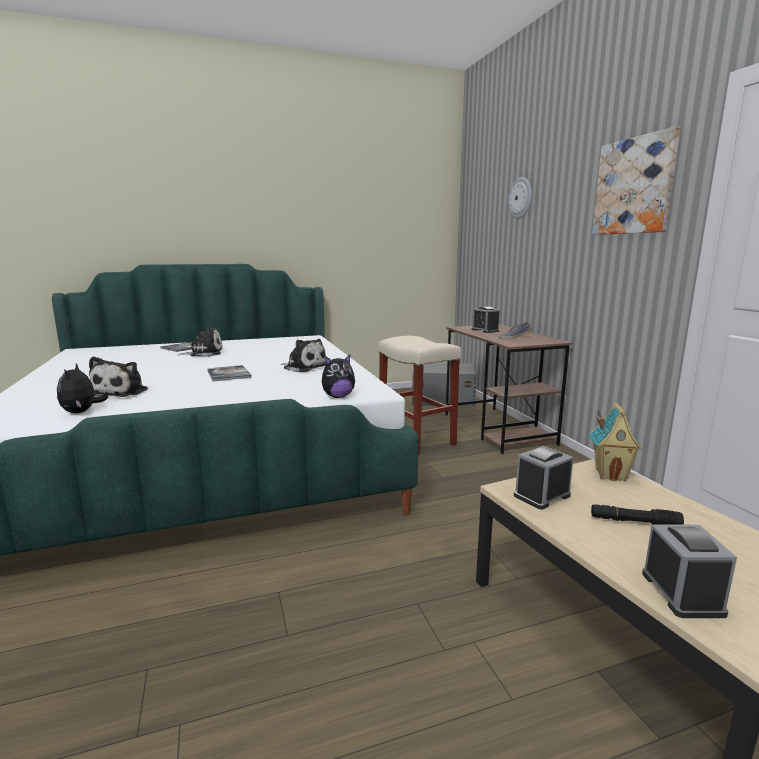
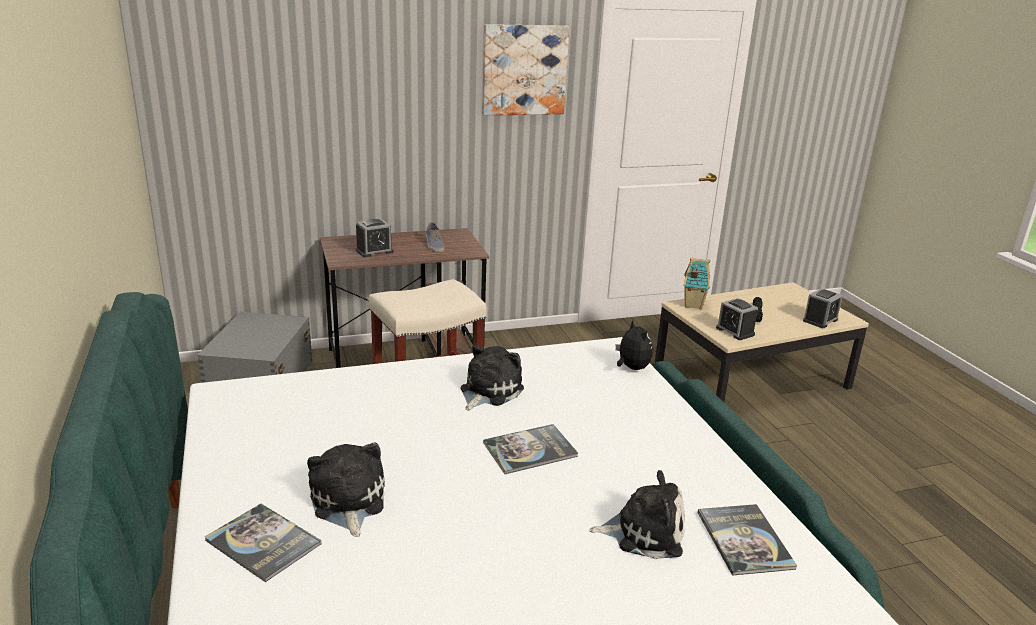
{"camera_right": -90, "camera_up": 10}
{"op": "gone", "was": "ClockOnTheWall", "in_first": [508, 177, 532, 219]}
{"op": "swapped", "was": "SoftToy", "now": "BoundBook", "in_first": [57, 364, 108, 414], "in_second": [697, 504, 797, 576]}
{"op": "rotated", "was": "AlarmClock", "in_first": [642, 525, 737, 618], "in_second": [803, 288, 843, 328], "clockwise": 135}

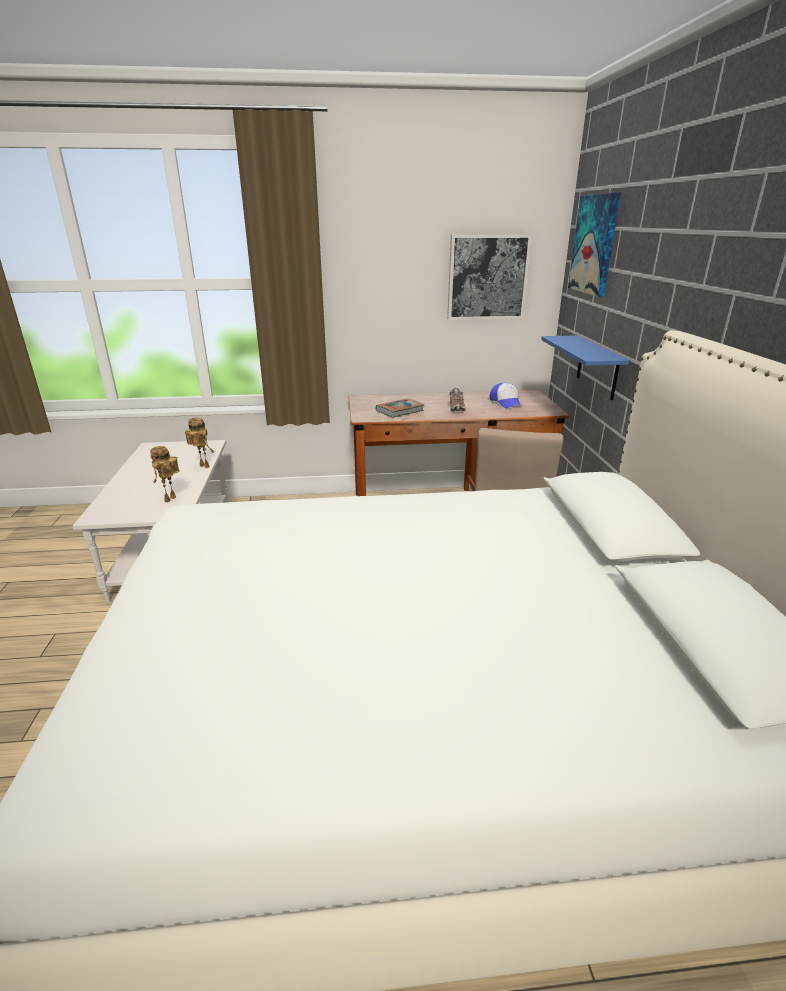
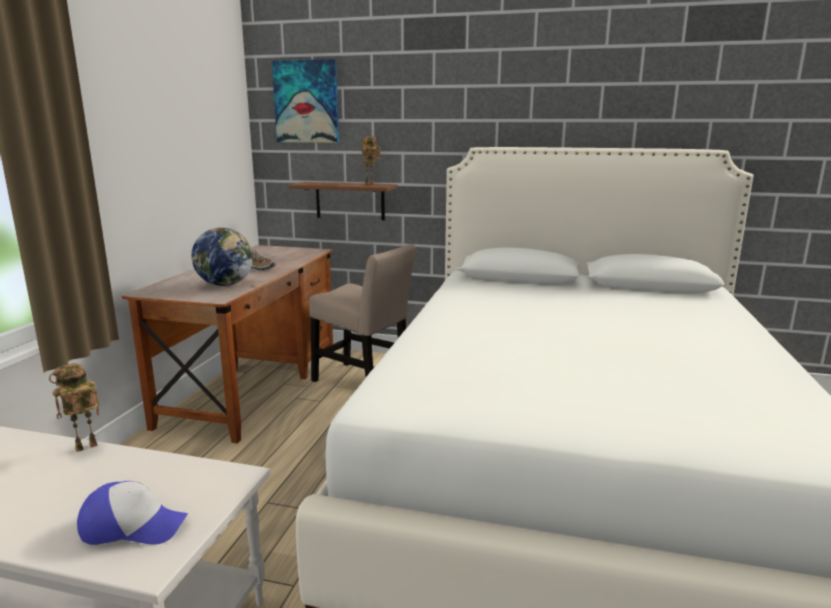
{"camera_right": -70, "camera_up": -10}
{"op": "gone", "was": "WallArt", "in_first": [447, 234, 532, 320]}
{"op": "repainted", "was": "BlueShelf", "now": "BrownShelf", "in_first": [541, 335, 629, 400], "in_second": [289, 182, 397, 220]}
{"op": "shifted", "was": "BaseballCap", "in_first": [490, 383, 521, 408], "in_second": [77, 481, 188, 545]}
{"op": "swapped", "was": "BoundBook", "now": "WorldGlobe", "in_first": [376, 398, 424, 418], "in_second": [191, 228, 253, 286]}
{"op": "shifted", "was": "ModelRobot", "in_first": [150, 446, 180, 502], "in_second": [359, 136, 381, 185]}

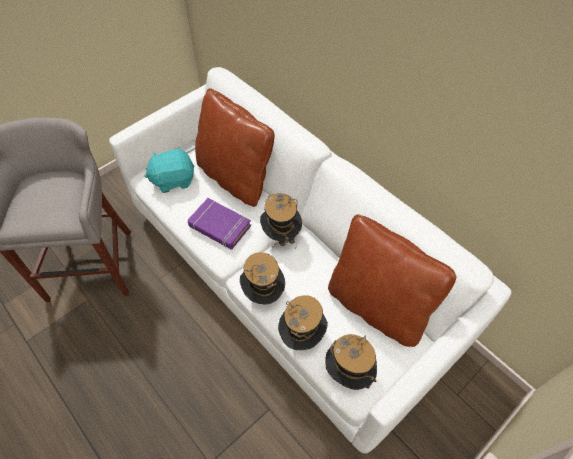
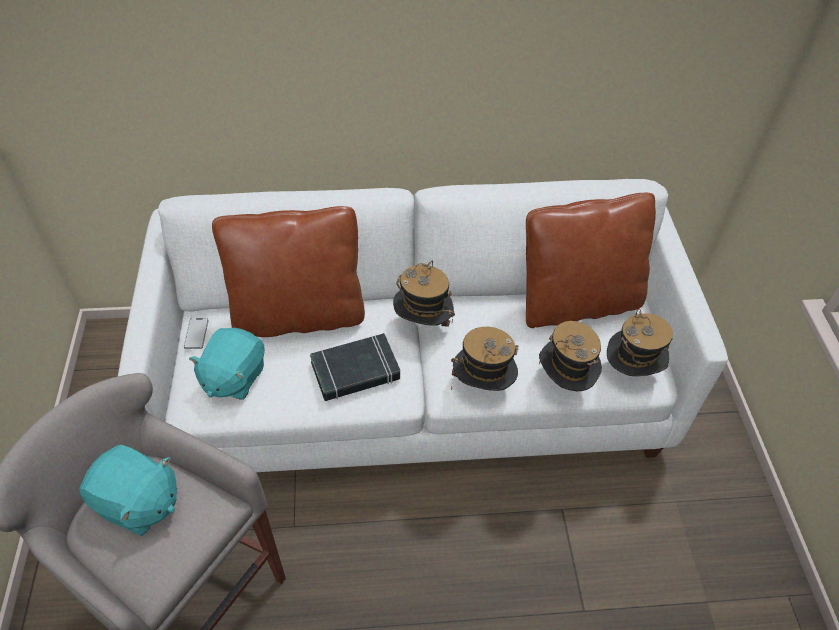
{"camera_right": -55, "camera_up": -5}
{"op": "repainted", "was": "PurpleBoundBook", "now": "BlackishBoundBook", "in_first": [187, 198, 251, 250], "in_second": [310, 333, 400, 401]}
{"op": "new", "now": "BlueGreenSoftToy", "in_second": [79, 445, 177, 536]}

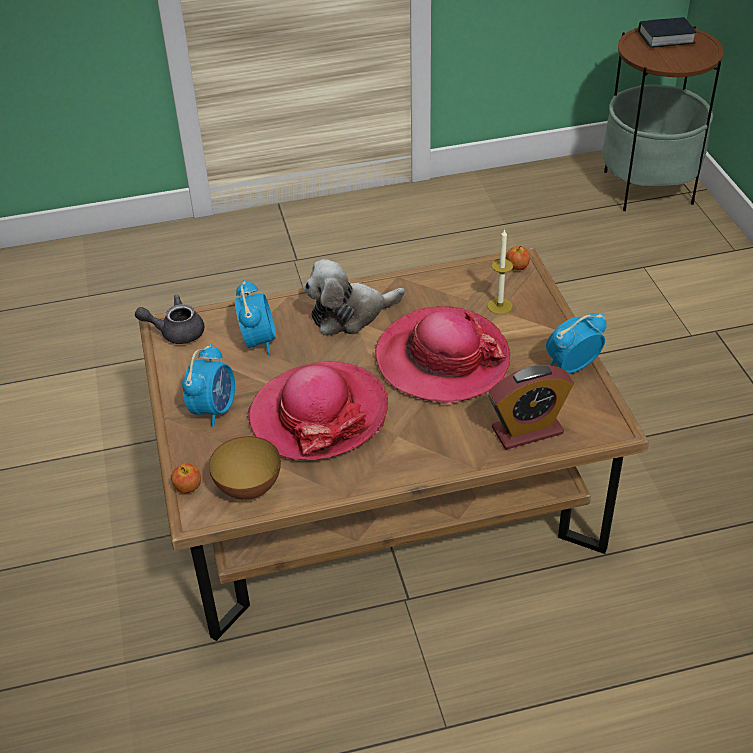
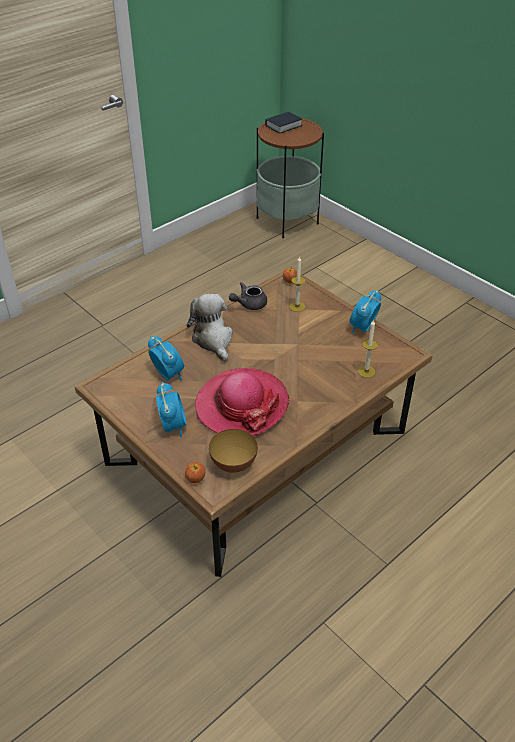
{"camera_right": -30, "camera_up": 0}
{"op": "rotated", "was": "SoftToy", "in_first": [304, 259, 405, 336], "in_second": [187, 294, 233, 362], "clockwise": 120}
{"op": "shifted", "was": "GreyPotForTea", "in_first": [135, 295, 204, 344], "in_second": [229, 282, 267, 310]}
{"op": "gone", "was": "WearableHat", "in_first": [375, 306, 510, 404]}
{"op": "swapped", "was": "AlarmClock", "now": "Candle", "in_first": [488, 365, 574, 450], "in_second": [358, 320, 378, 378]}

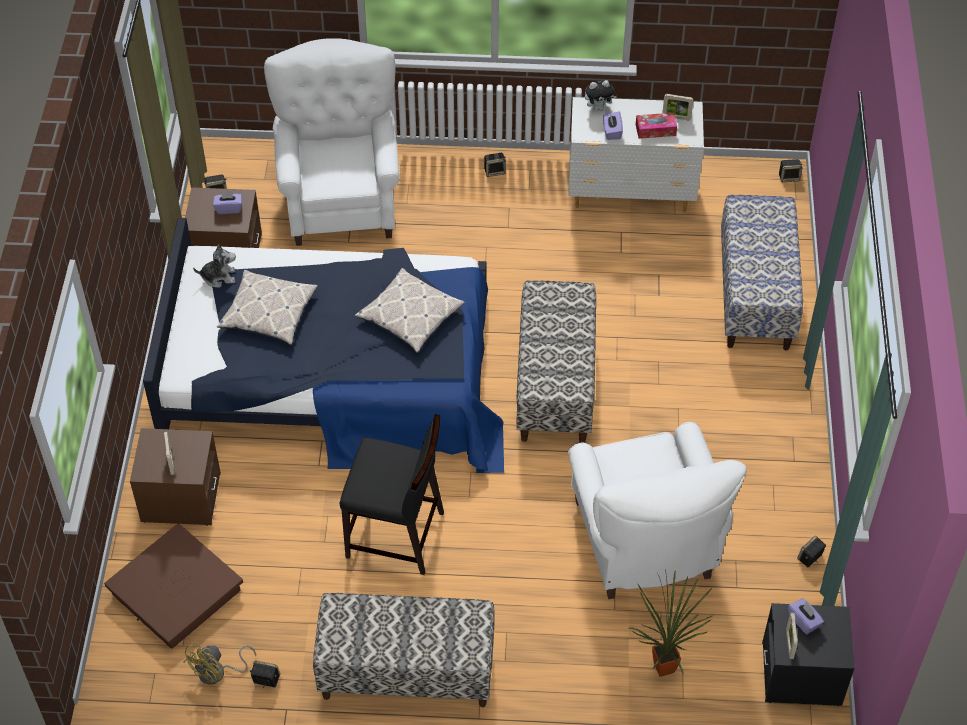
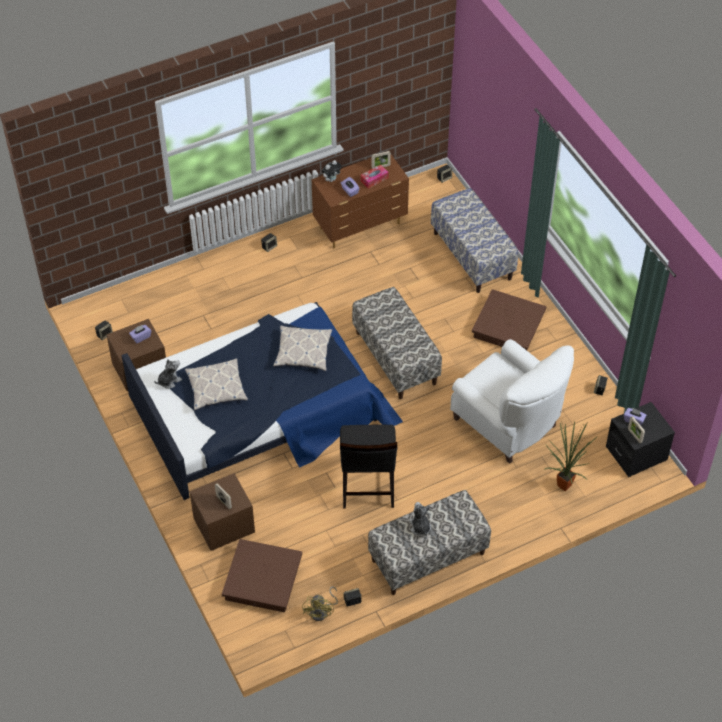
{"camera_right": -30, "camera_up": 0}
{"op": "gone", "was": "WhiteEasyChair", "in_first": [264, 38, 399, 246]}
{"op": "repainted", "was": "WhiteDrawerChest", "now": "BrownDrawerChest", "in_first": [568, 97, 704, 212], "in_second": [312, 155, 409, 248]}
{"op": "rotated", "was": "BlackishUprightChair", "in_first": [340, 414, 444, 575], "in_second": [340, 425, 397, 509], "clockwise": 105}
{"op": "new", "now": "BrownStorageBox", "in_second": [472, 289, 546, 350]}
{"op": "new", "now": "SoftToy", "in_second": [409, 502, 431, 536]}

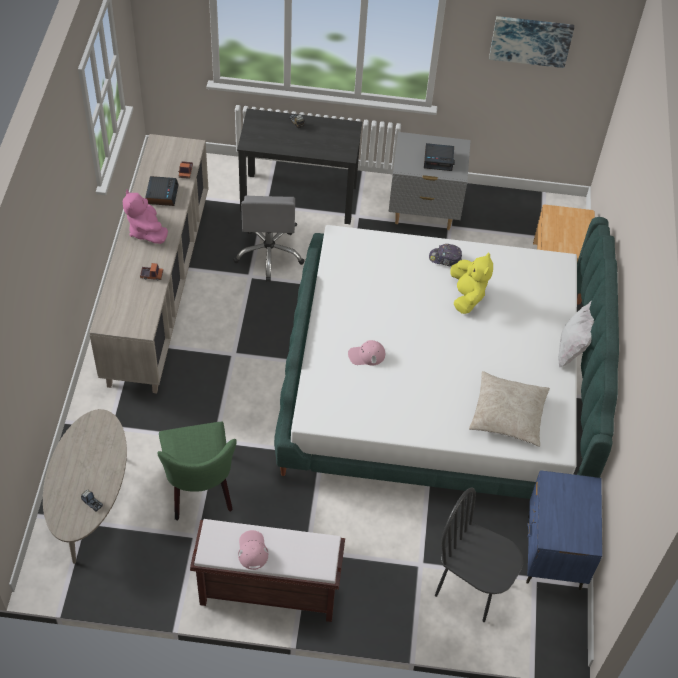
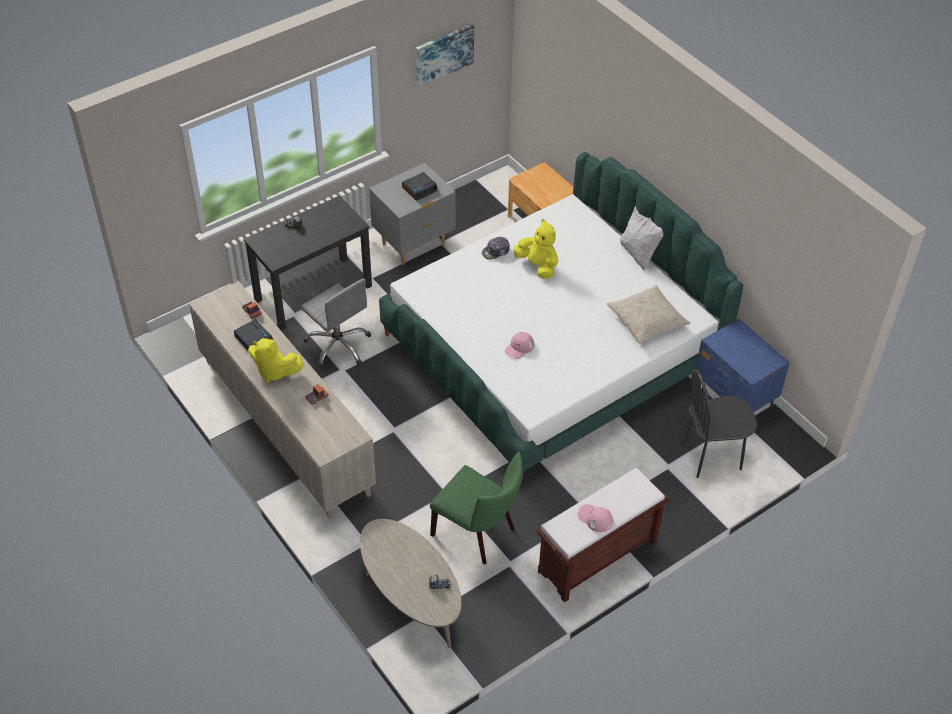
{"camera_right": -40, "camera_up": -5}
{"op": "repainted", "was": "PinkColouredSoftToy", "now": "YellowColouredSoftToy", "in_first": [123, 189, 168, 244], "in_second": [248, 338, 304, 383]}

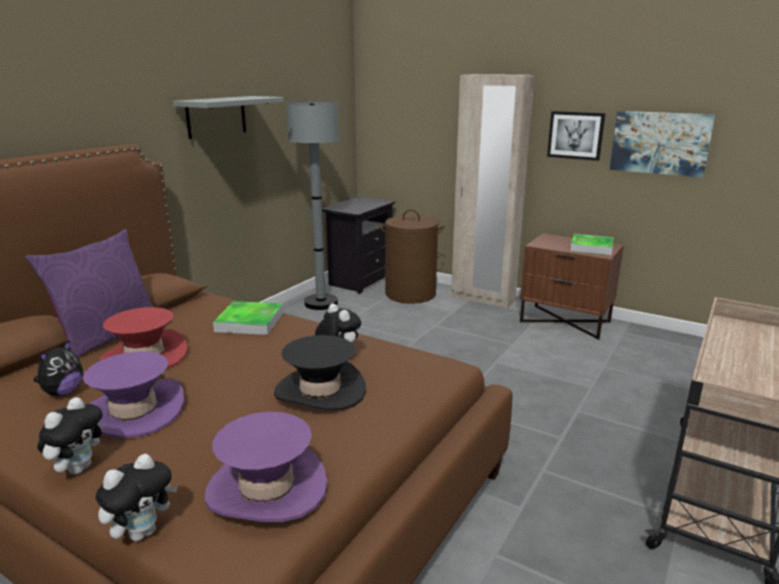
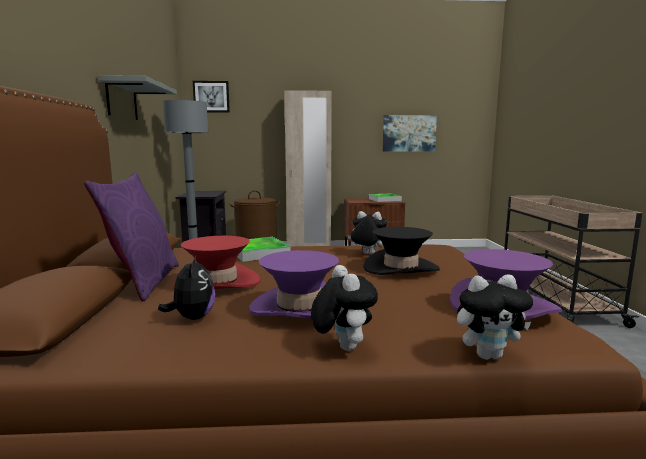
{"camera_right": -35, "camera_up": -10}
{"op": "shifted", "was": "WallArt", "in_first": [547, 111, 605, 161], "in_second": [193, 81, 230, 113]}
{"op": "rotated", "was": "SoftToy", "in_first": [95, 454, 178, 541], "in_second": [457, 275, 533, 360], "clockwise": 75}

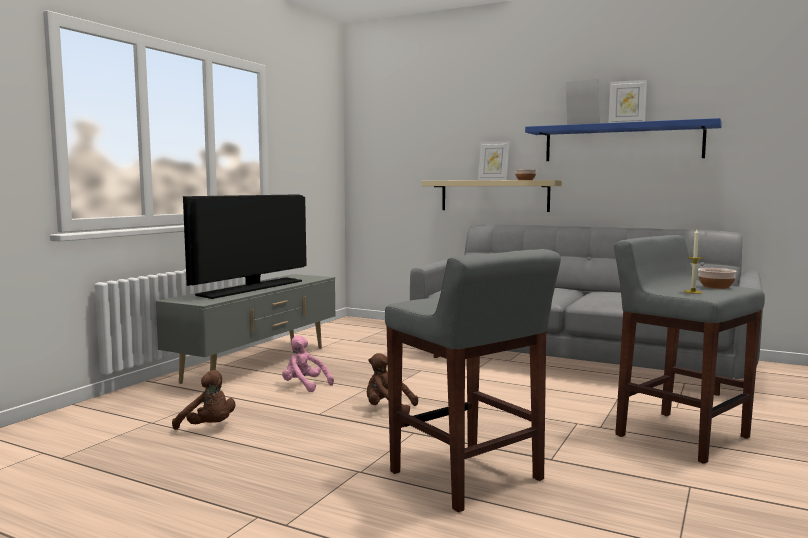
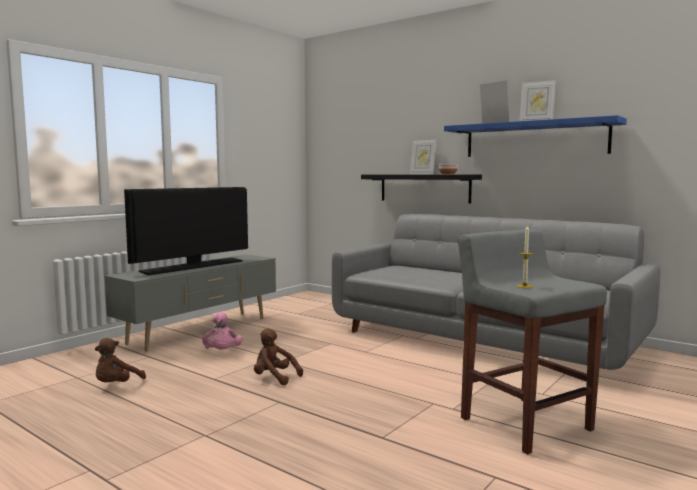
{"camera_right": 10, "camera_up": 0}
{"op": "repainted", "was": "SandColouredShelf", "now": "BlackishShelf", "in_first": [422, 180, 562, 212], "in_second": [361, 174, 482, 203]}
{"op": "gone", "was": "GreyStool", "in_first": [385, 249, 561, 513]}
{"op": "gone", "was": "Bowl", "in_first": [698, 268, 737, 289]}
{"op": "rotated", "was": "PinkColouredSoftToy", "in_first": [282, 335, 334, 392], "in_second": [202, 312, 243, 349], "clockwise": -150}
{"op": "rotated", "was": "BrownSoftToy", "in_first": [172, 370, 235, 430], "in_second": [95, 338, 146, 382], "clockwise": 75}

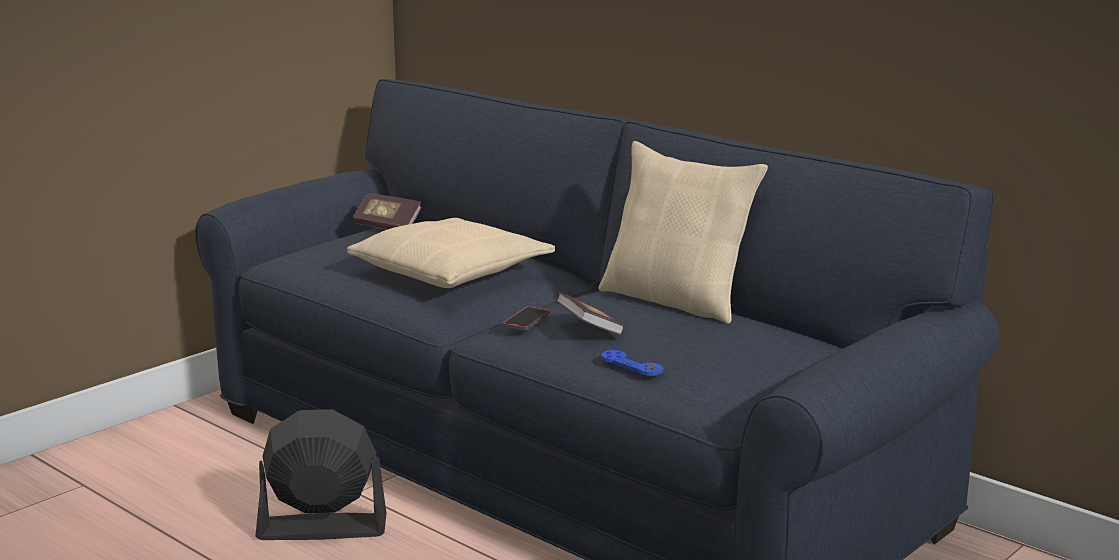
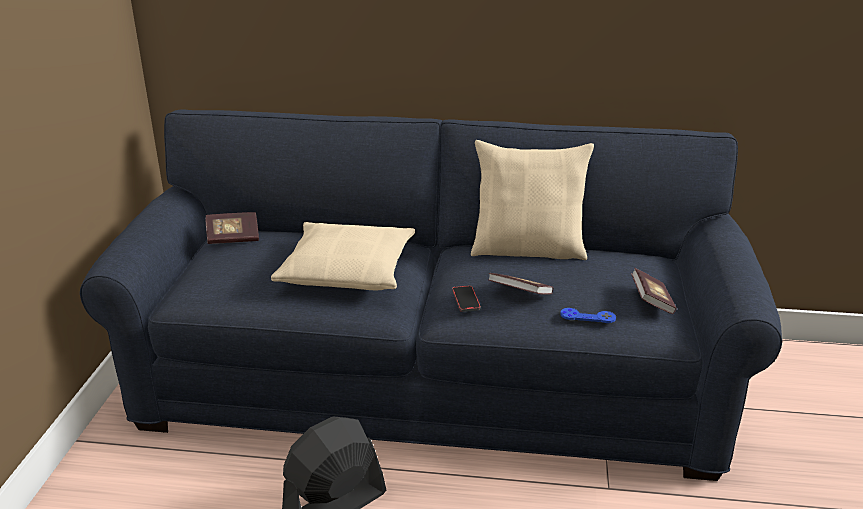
{"camera_right": -35, "camera_up": 10}
{"op": "new", "now": "BoundBook", "in_second": [631, 268, 677, 314]}

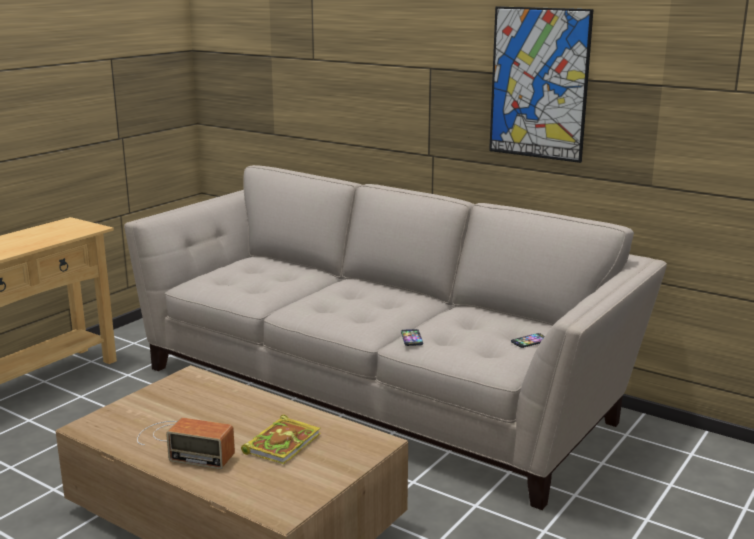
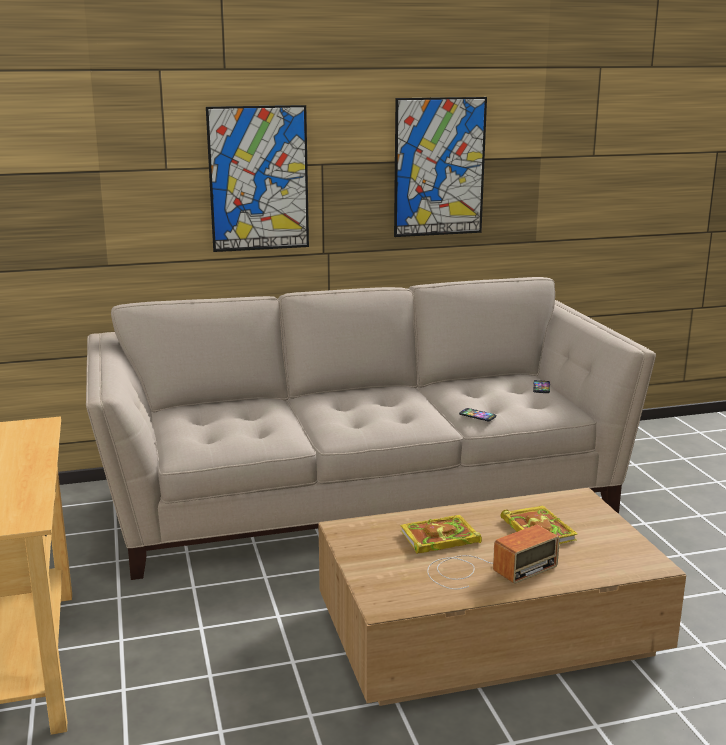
{"camera_right": -50, "camera_up": 0}
{"op": "new", "now": "WallArt", "in_second": [206, 105, 309, 252]}
{"op": "new", "now": "BoundBook", "in_second": [400, 515, 482, 554]}

